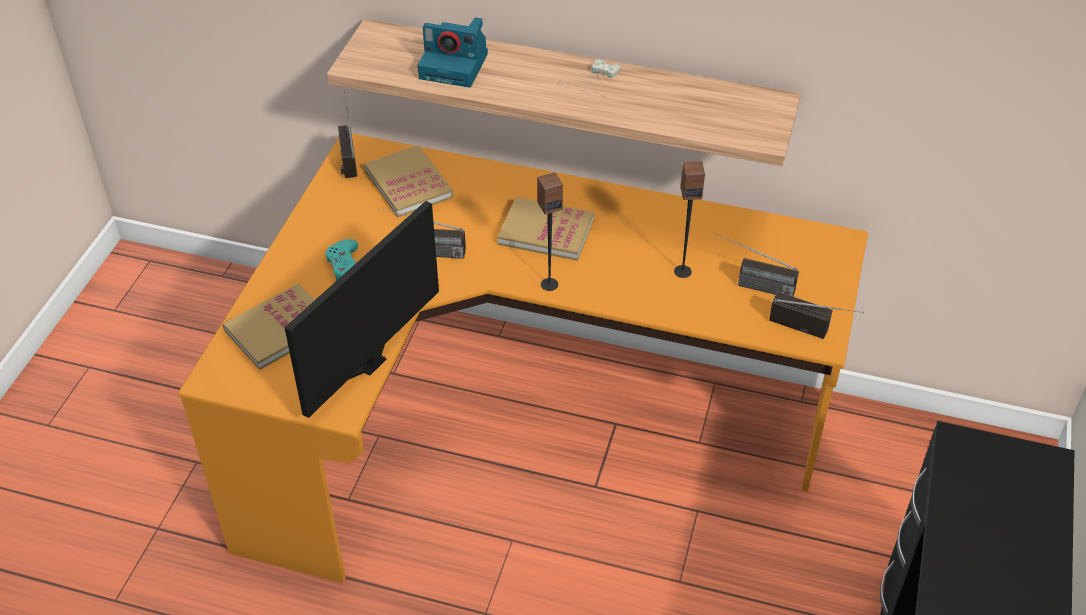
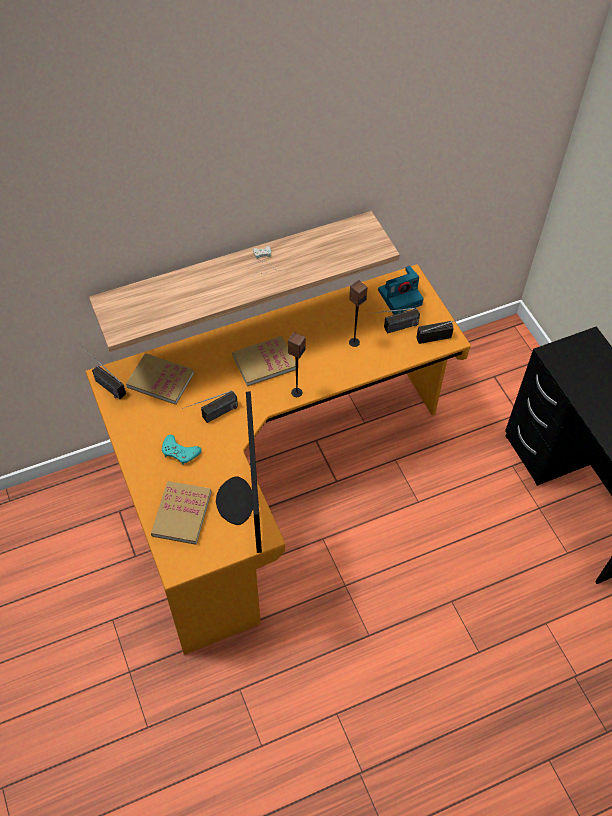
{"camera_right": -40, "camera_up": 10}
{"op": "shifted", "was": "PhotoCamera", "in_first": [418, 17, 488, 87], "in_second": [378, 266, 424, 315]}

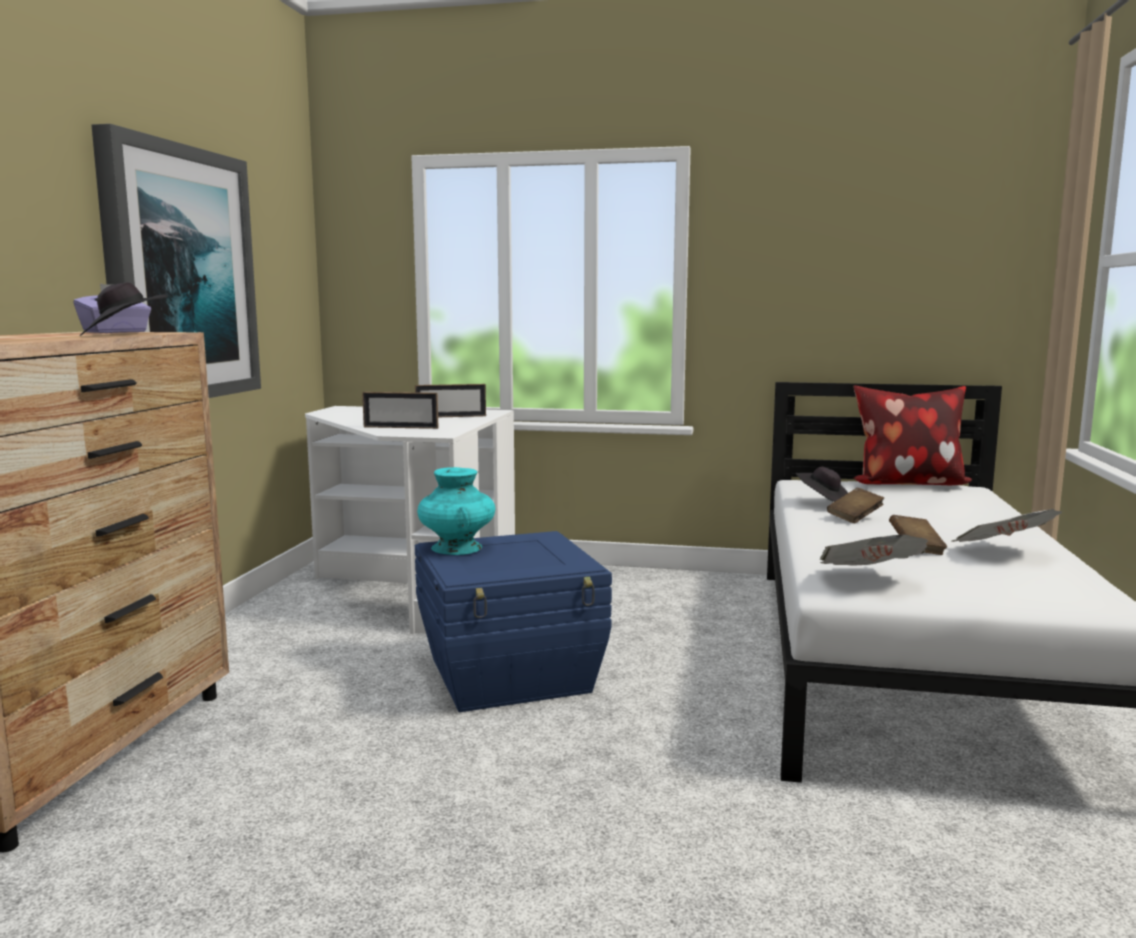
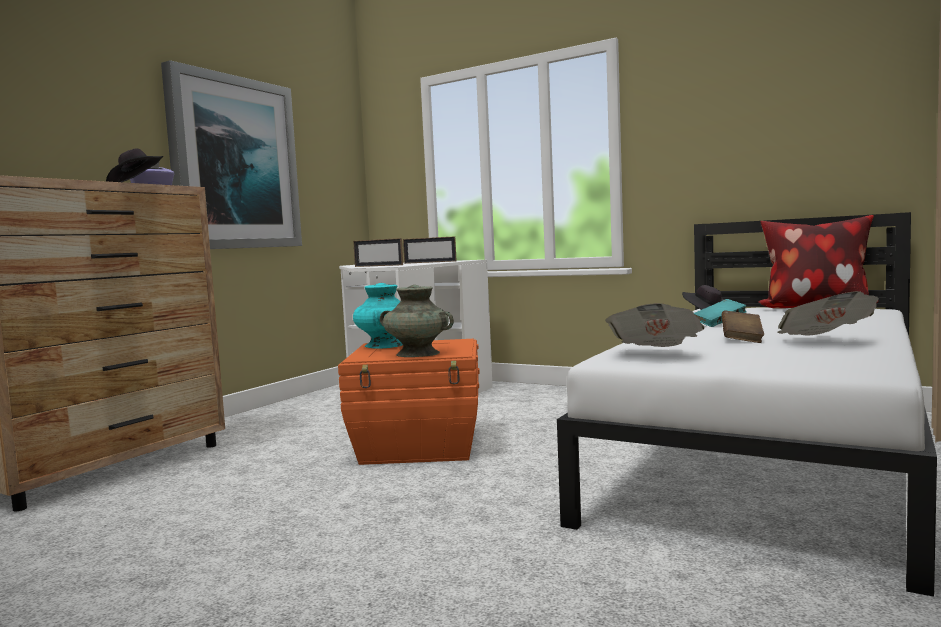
{"camera_right": 20, "camera_up": -5}
{"op": "repainted", "was": "BrownBoundBook", "now": "BlueGreenBoundBook", "in_first": [827, 488, 884, 523], "in_second": [694, 299, 747, 327]}
{"op": "repainted", "was": "BlueStorageBox", "now": "OrangeStorageBox", "in_first": [415, 531, 612, 712], "in_second": [338, 339, 479, 465]}
{"op": "new", "now": "BlueGreenFlowerVase", "in_second": [380, 285, 454, 357]}

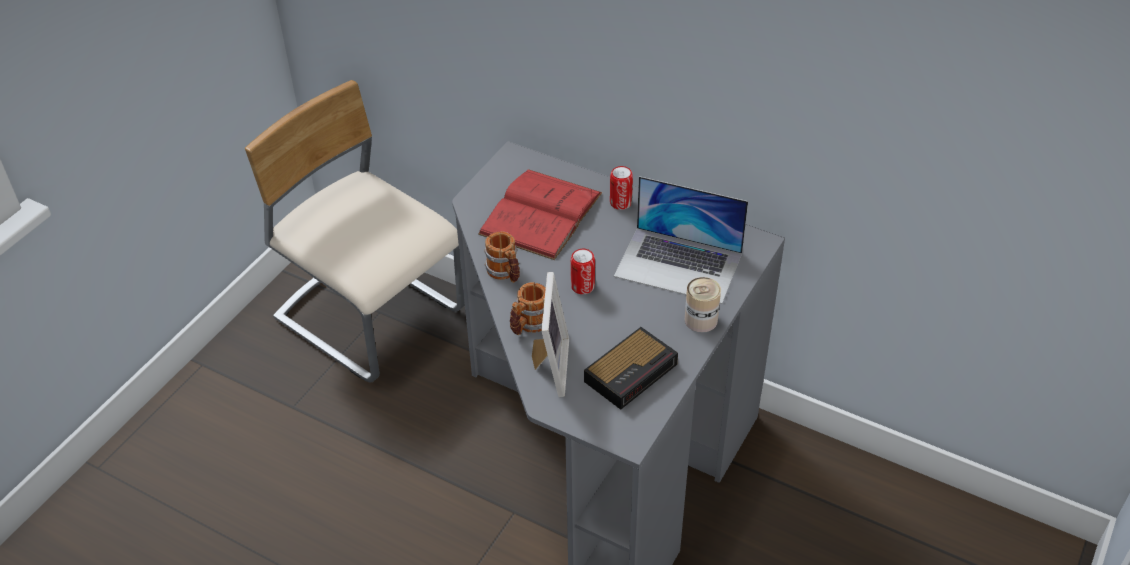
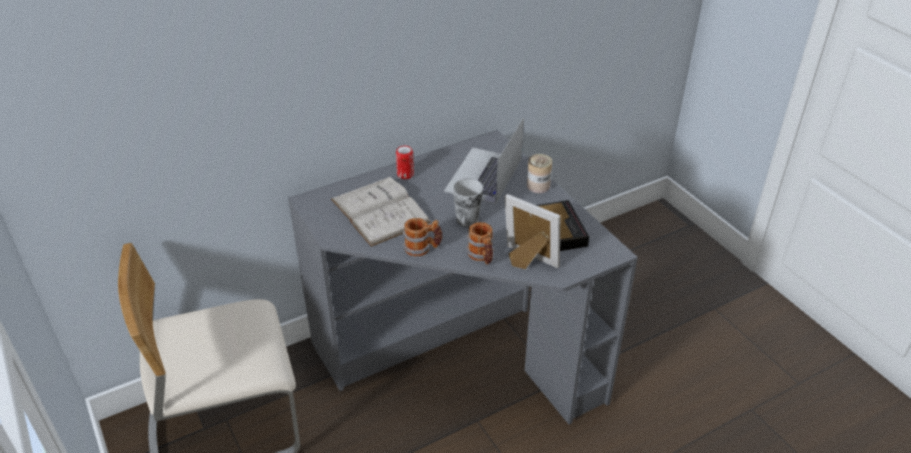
{"camera_right": -60, "camera_up": -5}
{"op": "repainted", "was": "ReddishBoundBook", "now": "WhiteBoundBook", "in_first": [478, 170, 602, 260], "in_second": [331, 177, 431, 247]}
{"op": "rotated", "was": "NotebookComputer", "in_first": [614, 176, 748, 304], "in_second": [444, 117, 524, 204], "clockwise": 150}
{"op": "swapped", "was": "Can", "now": "SmallCup", "in_first": [571, 249, 595, 294], "in_second": [452, 178, 483, 227]}

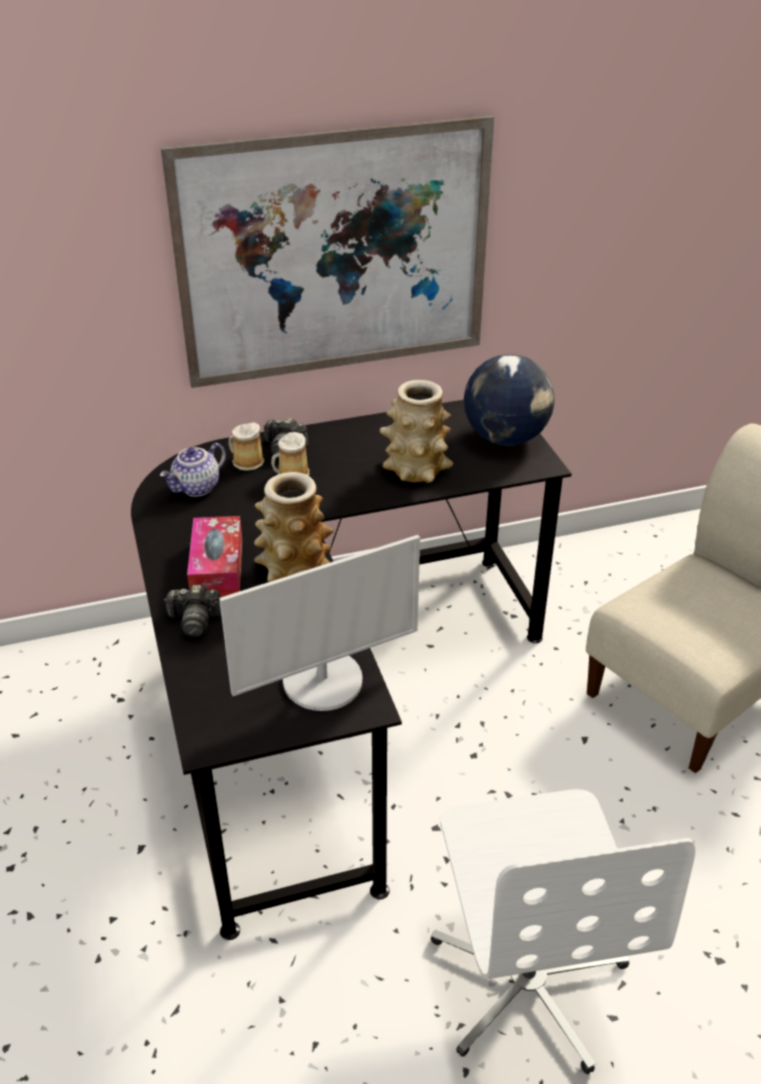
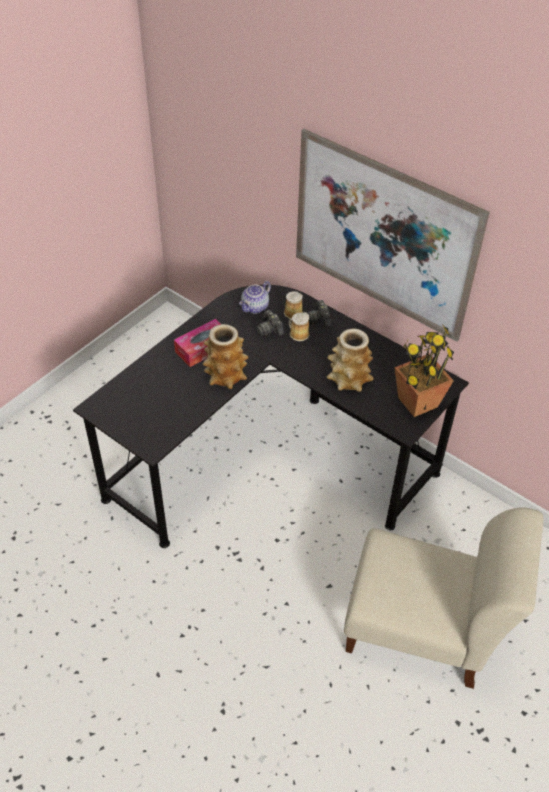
{"camera_right": 55, "camera_up": 10}
{"op": "swapped", "was": "WorldGlobe", "now": "Houseplant", "in_first": [464, 354, 555, 445], "in_second": [394, 324, 454, 417]}
{"op": "rotated", "was": "PotForTea", "in_first": [160, 443, 226, 497], "in_second": [239, 281, 271, 314], "clockwise": -60}
{"op": "gone", "was": "ComputerScreen", "in_first": [219, 535, 420, 711]}
{"op": "shifted", "was": "PhotoCamera", "in_first": [164, 585, 221, 637], "in_second": [256, 310, 284, 336]}
{"op": "gone", "was": "WhiteDeskChair", "in_first": [431, 789, 695, 1074]}

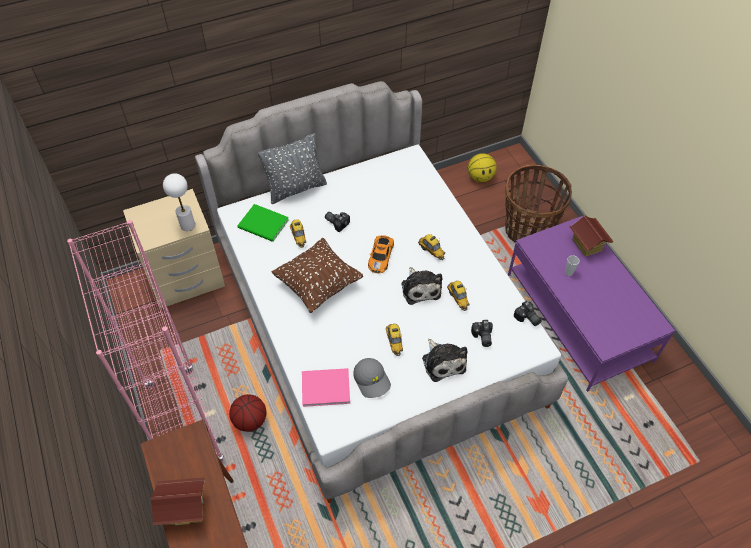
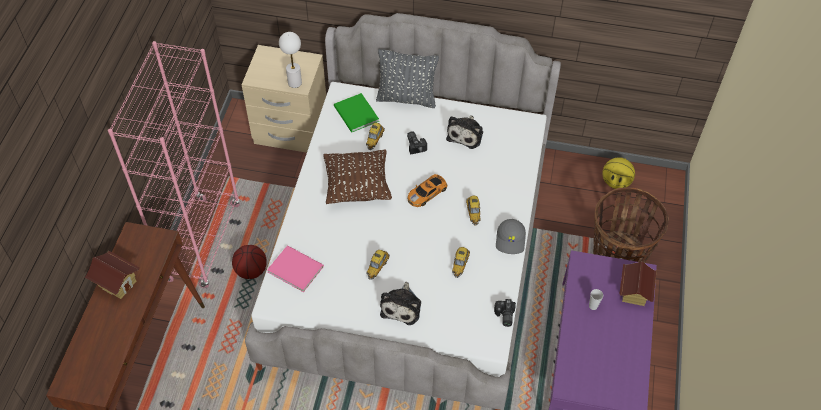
{"camera_right": 35, "camera_up": 0}
{"op": "shifted", "was": "SoftToy", "in_first": [401, 267, 442, 305], "in_second": [446, 115, 483, 149]}
{"op": "gone", "was": "PhotoCamera", "in_first": [471, 320, 493, 347]}
{"op": "shifted", "was": "GreyBaseballCap", "in_first": [353, 358, 391, 398], "in_second": [496, 219, 526, 254]}

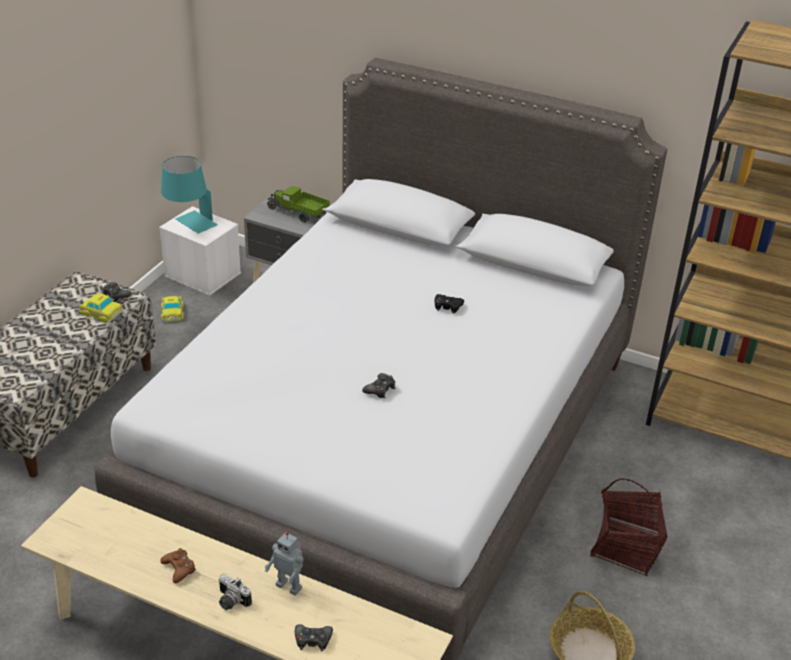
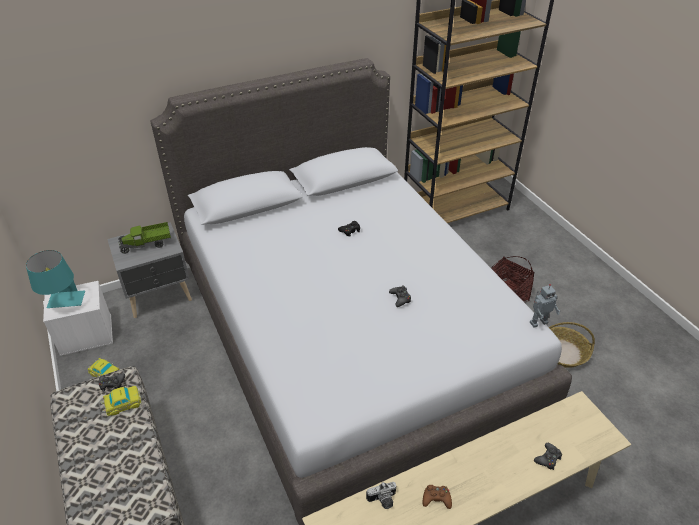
{"camera_right": -50, "camera_up": 5}
{"op": "shifted", "was": "ModelRobot", "in_first": [265, 532, 304, 595], "in_second": [530, 284, 561, 328]}
{"op": "shifted", "was": "PhotoCamera", "in_first": [218, 574, 252, 610], "in_second": [366, 482, 396, 509]}

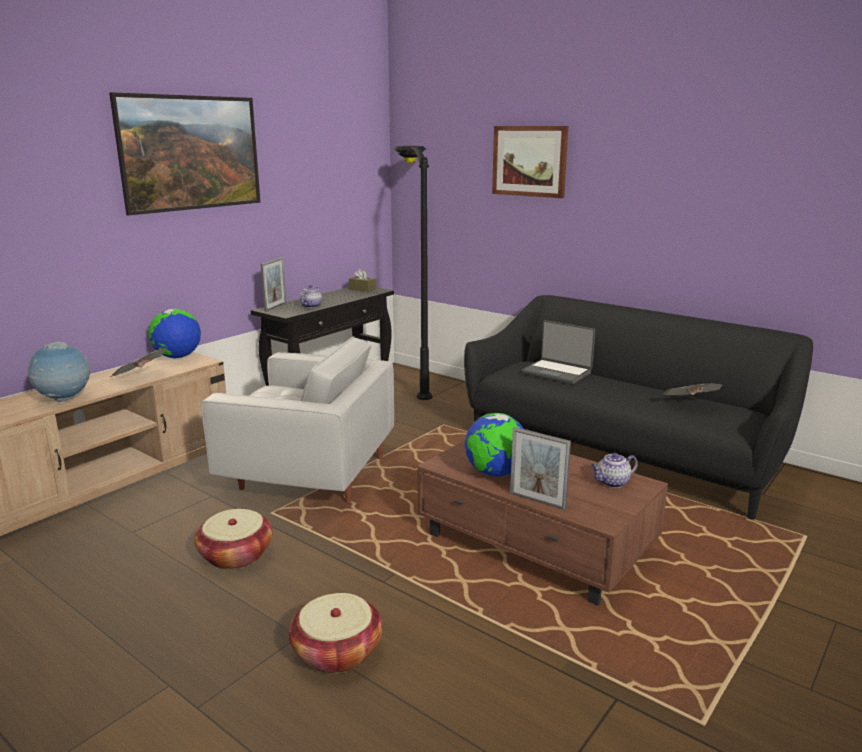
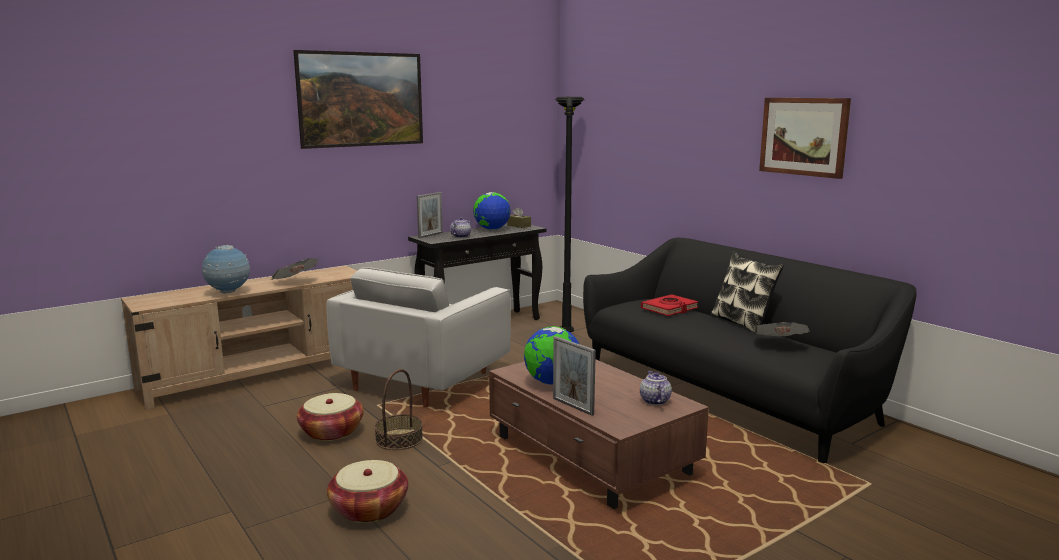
{"camera_right": 15, "camera_up": -5}
{"op": "shifted", "was": "WallArt", "in_first": [492, 126, 568, 198], "in_second": [759, 98, 851, 179]}
{"op": "shifted", "was": "WorldGlobe", "in_first": [148, 309, 201, 359], "in_second": [473, 192, 511, 230]}
{"op": "swapped", "was": "NotebookComputer", "now": "ReddishBoundBook", "in_first": [521, 320, 595, 384], "in_second": [641, 294, 699, 316]}
{"op": "rotated", "was": "WhiteEasyChair", "in_first": [201, 336, 394, 503], "in_second": [326, 267, 511, 408], "clockwise": 90}
{"op": "rotated", "was": "PotForTea", "in_first": [591, 453, 638, 488], "in_second": [640, 371, 672, 405], "clockwise": 90}
{"op": "new", "now": "ThrowPillow", "in_second": [711, 251, 784, 335]}
{"op": "new", "now": "HouseholdBasket", "in_second": [375, 369, 423, 450]}

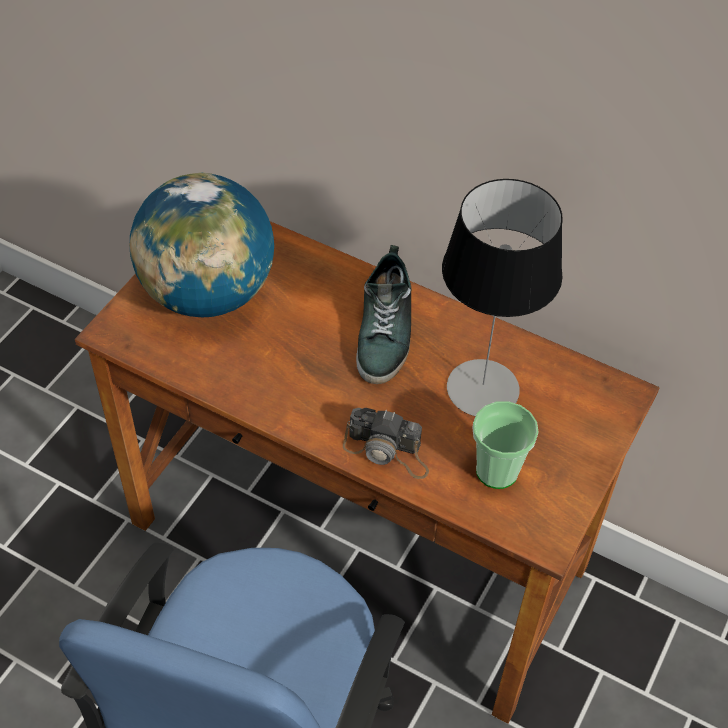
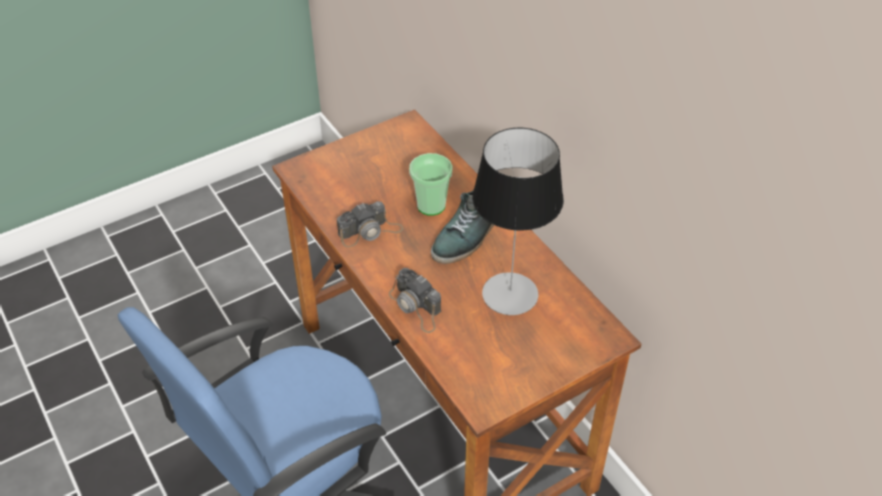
{"camera_right": 30, "camera_up": -5}
{"op": "gone", "was": "WorldGlobe", "in_first": [129, 172, 274, 317]}
{"op": "shifted", "was": "SmallCup", "in_first": [473, 401, 539, 489], "in_second": [409, 153, 453, 216]}
{"op": "new", "now": "PhotoCamera", "in_second": [337, 201, 404, 247]}

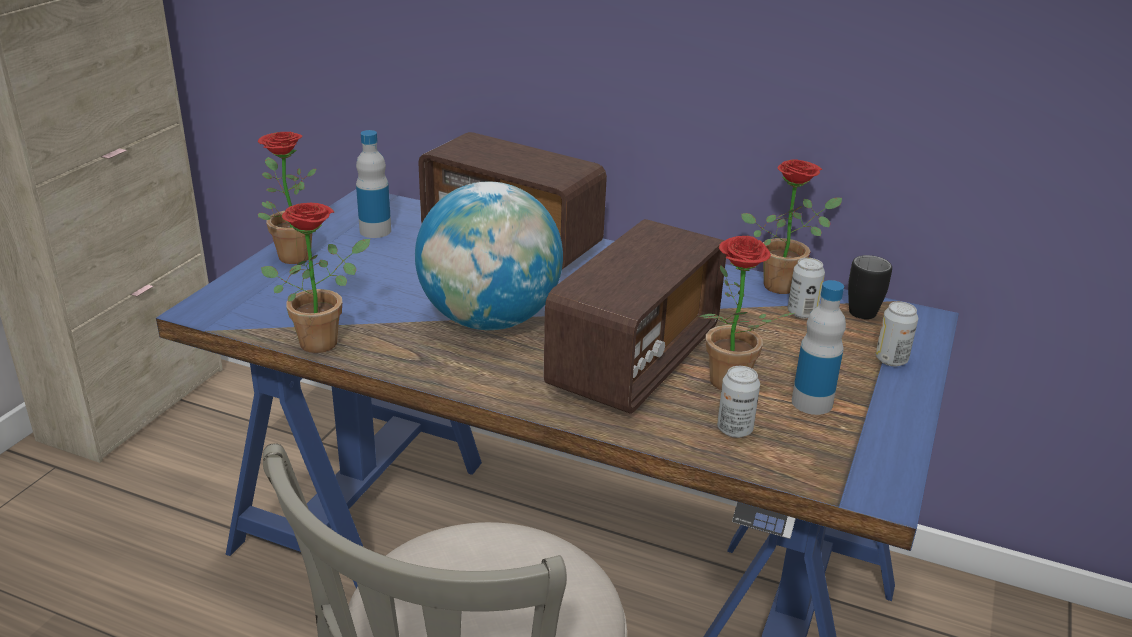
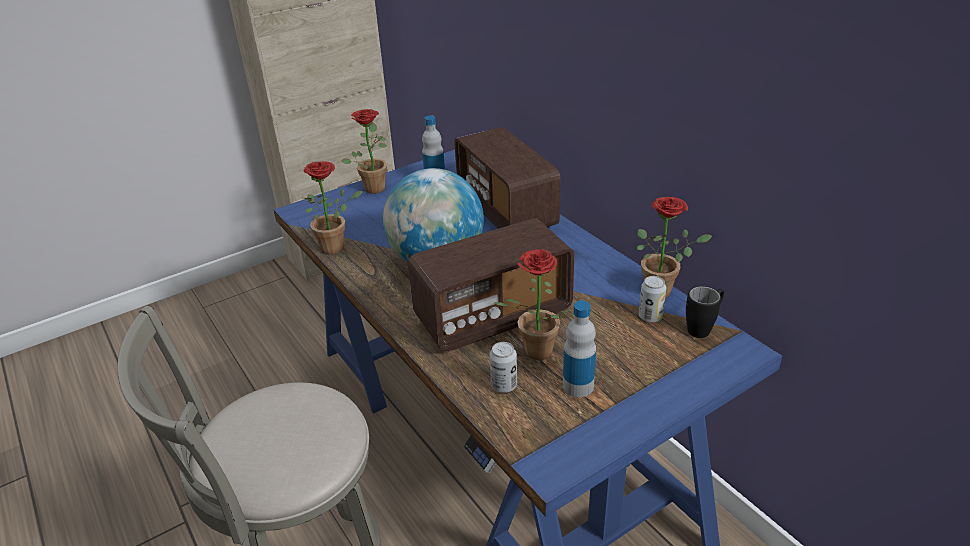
{"camera_right": 35, "camera_up": 5}
{"op": "gone", "was": "Can", "in_first": [876, 301, 918, 366]}

